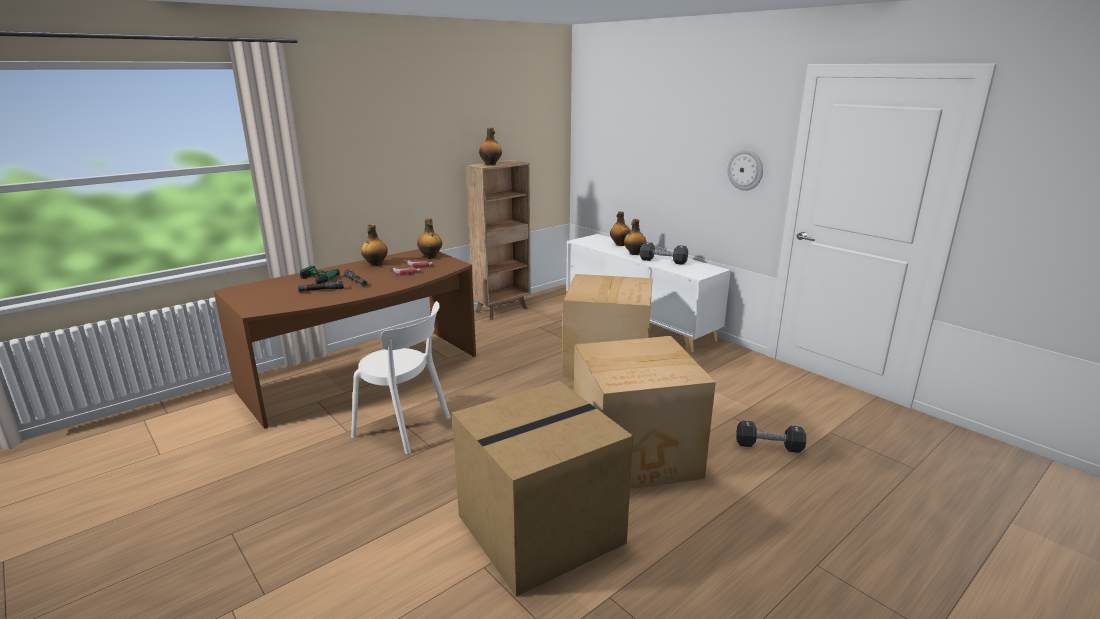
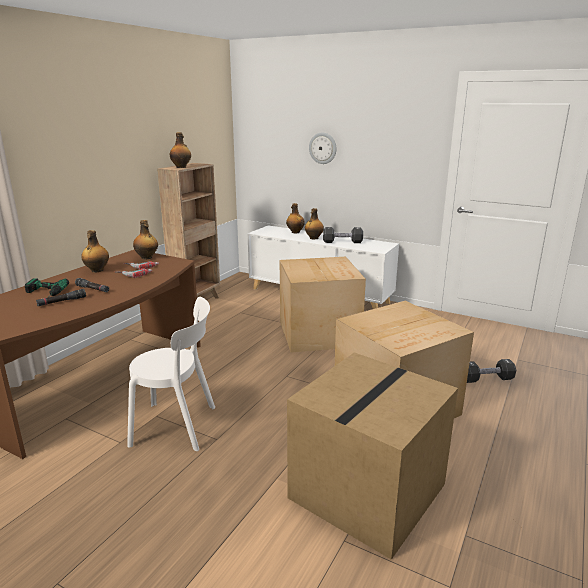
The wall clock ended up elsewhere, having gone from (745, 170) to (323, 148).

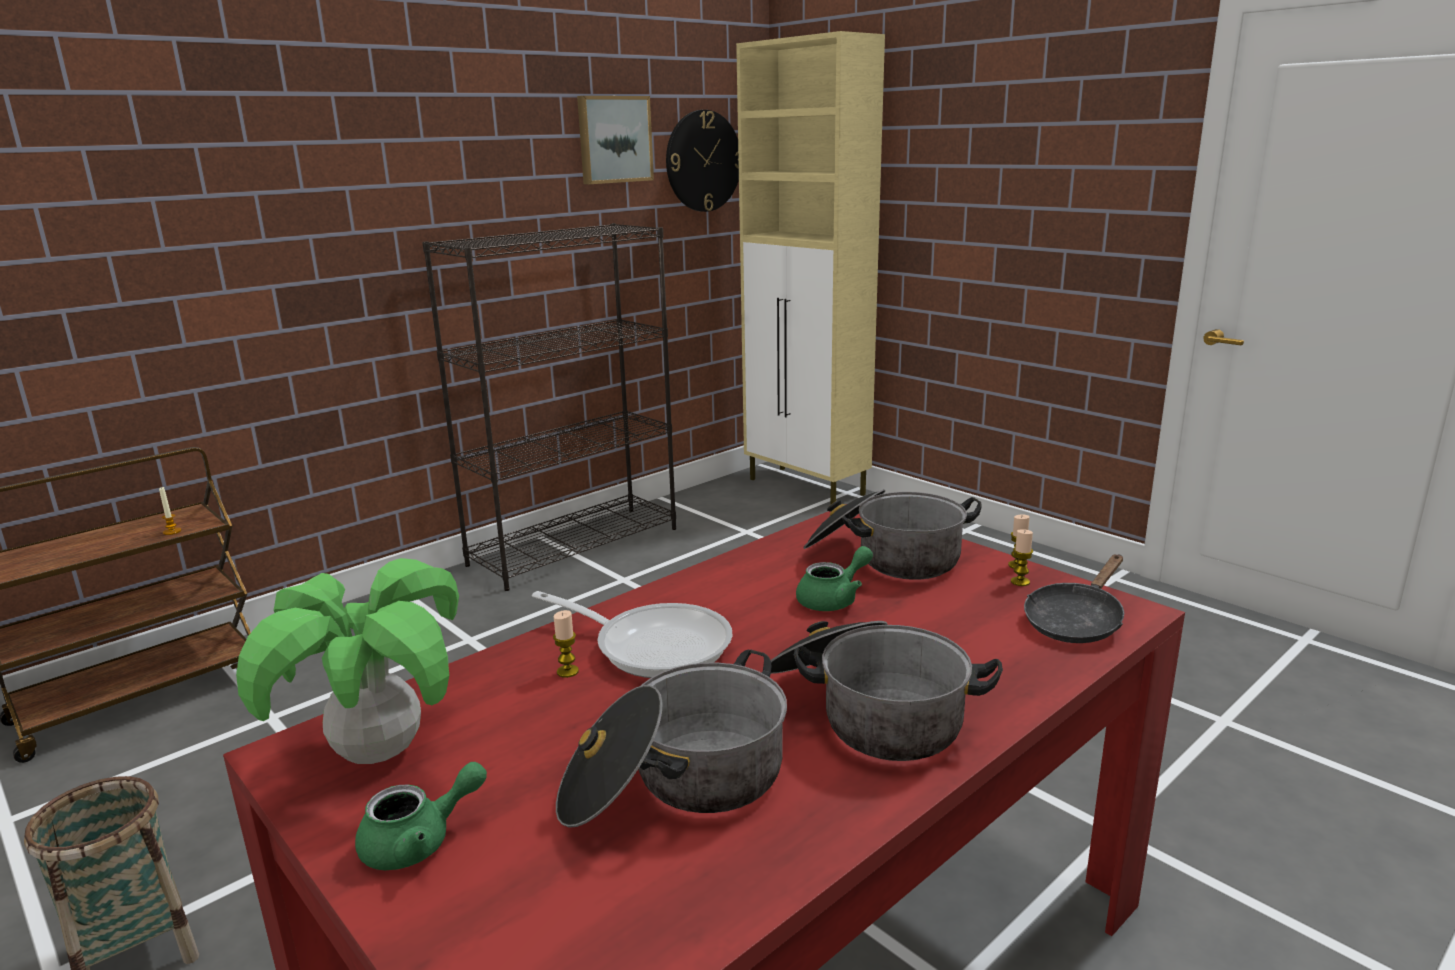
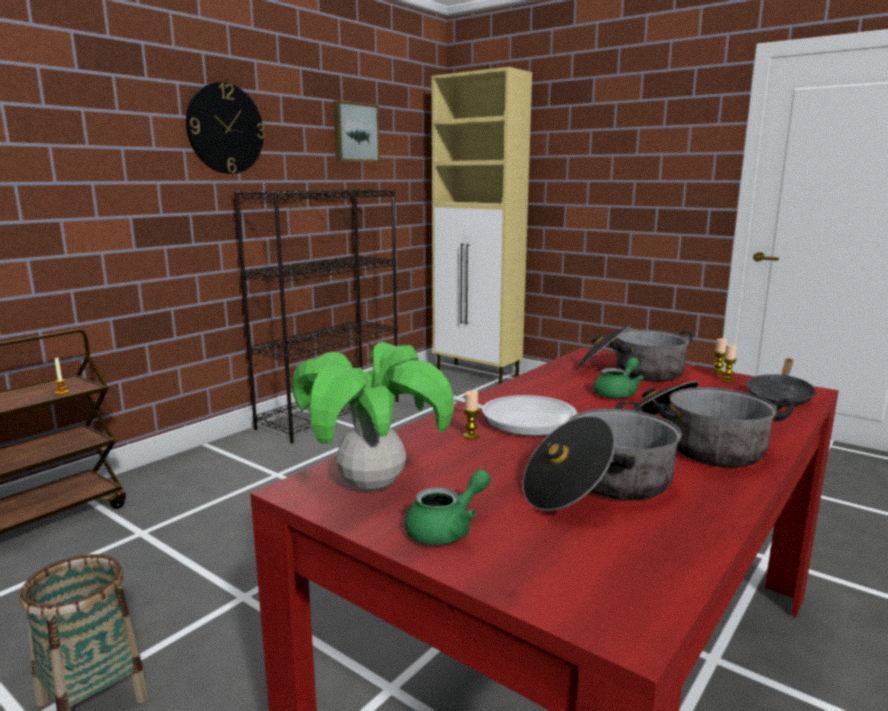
The wall clock ended up elsewhere, having gone from (703, 161) to (225, 129).

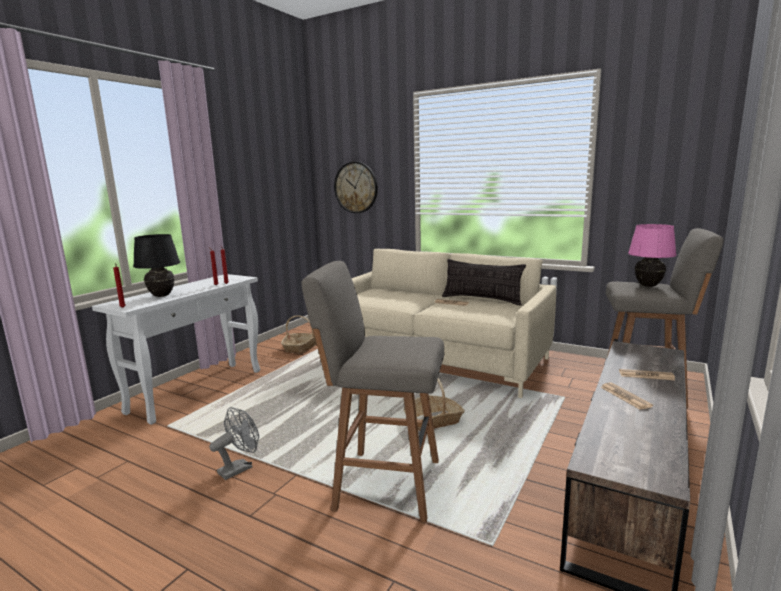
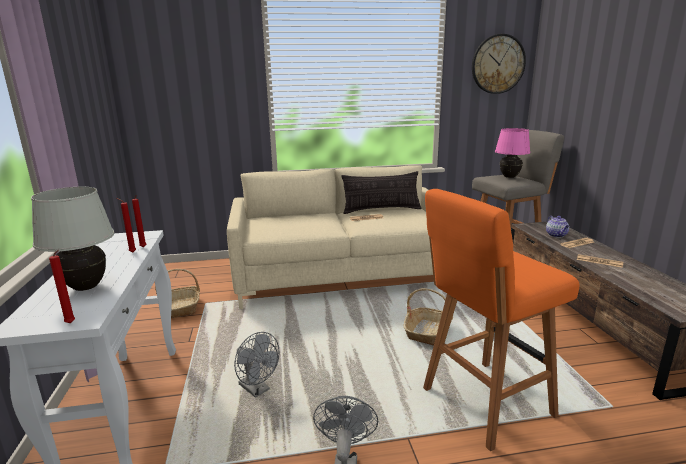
What was the black table lamp at (162, 296) turned into the white table lamp at (86, 287).
What was the grey stool at (384, 483) turned into the orange stool at (483, 403).
The wall clock ended up elsewhere, having gone from (356, 187) to (498, 64).
The second view gained the grey fan at (257, 389).
The second view gained the teapot at (556, 235).

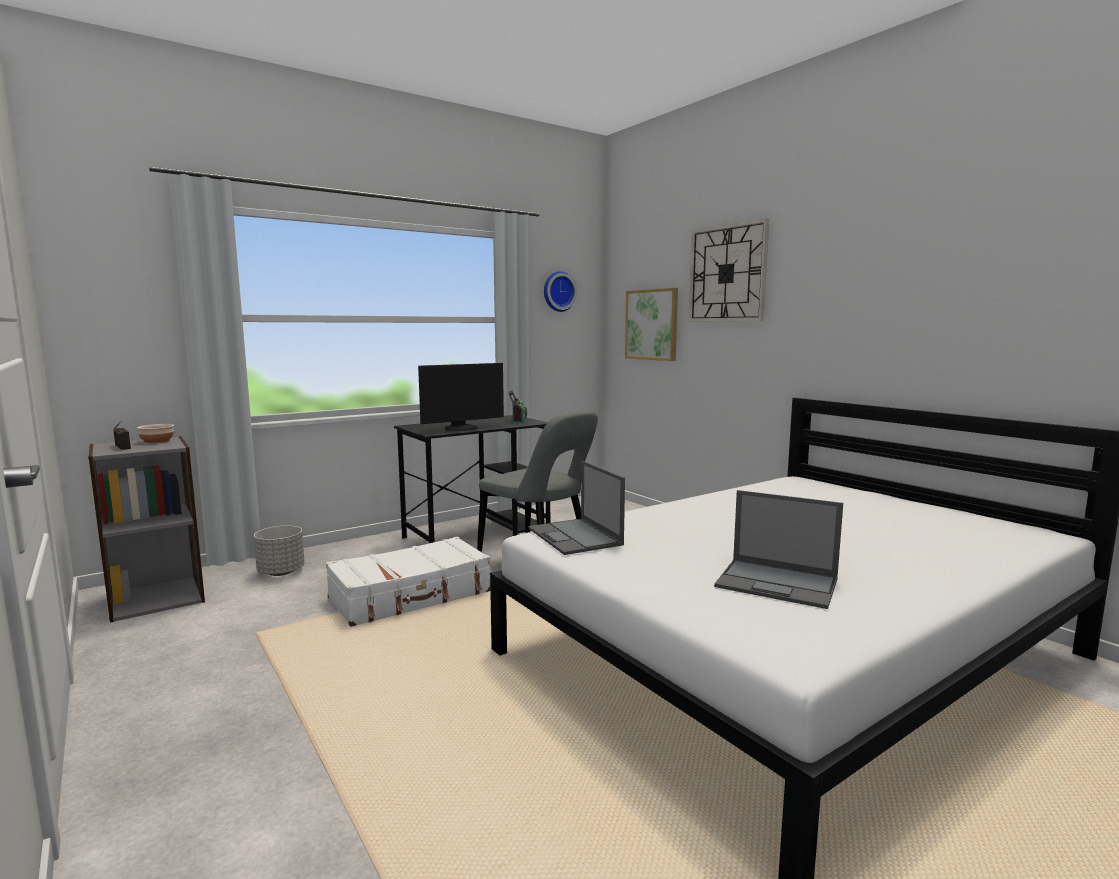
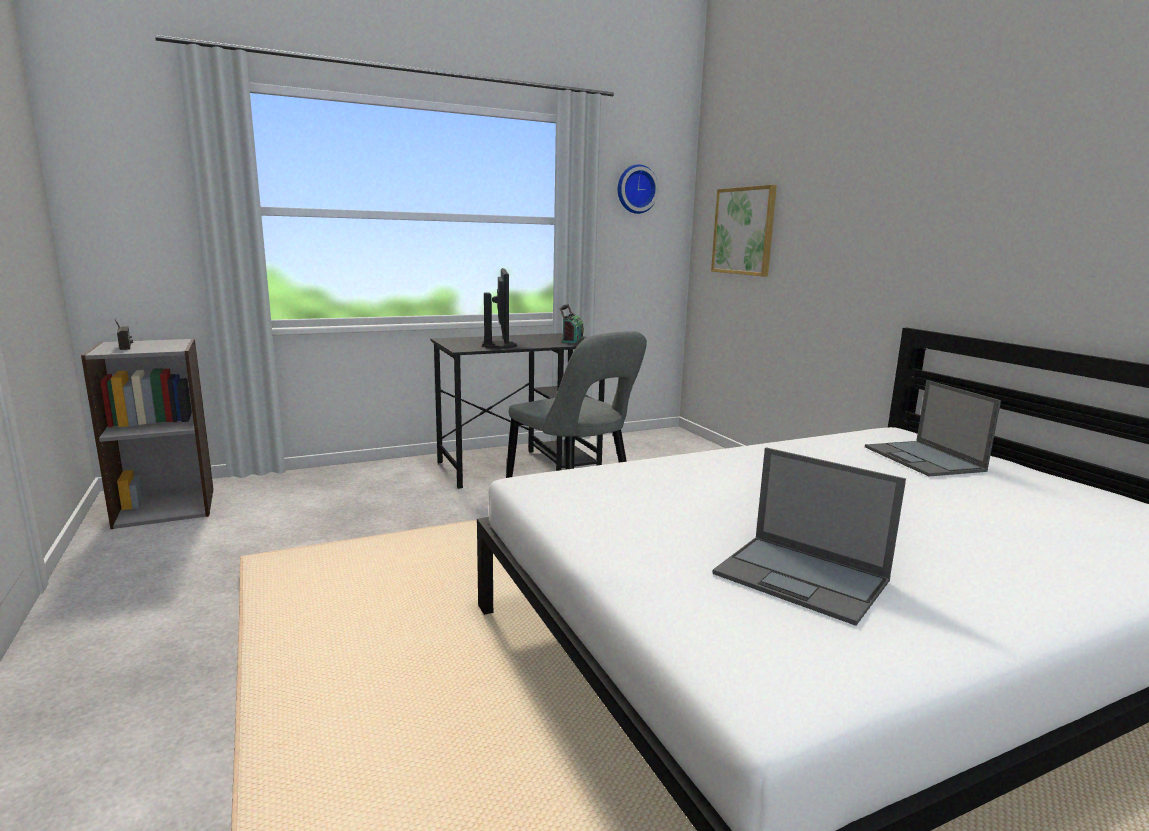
The second view lost the bowl at (156, 441).
The second view lost the grey planter at (281, 572).
The second view lost the white suitcase at (411, 595).
The monitor at (462, 428) ended up facing another way, 75 degrees counterclockwise from before.
The laptop ended up elsewhere, having gone from (575, 537) to (924, 459).
The second view lost the wall clock at (727, 273).

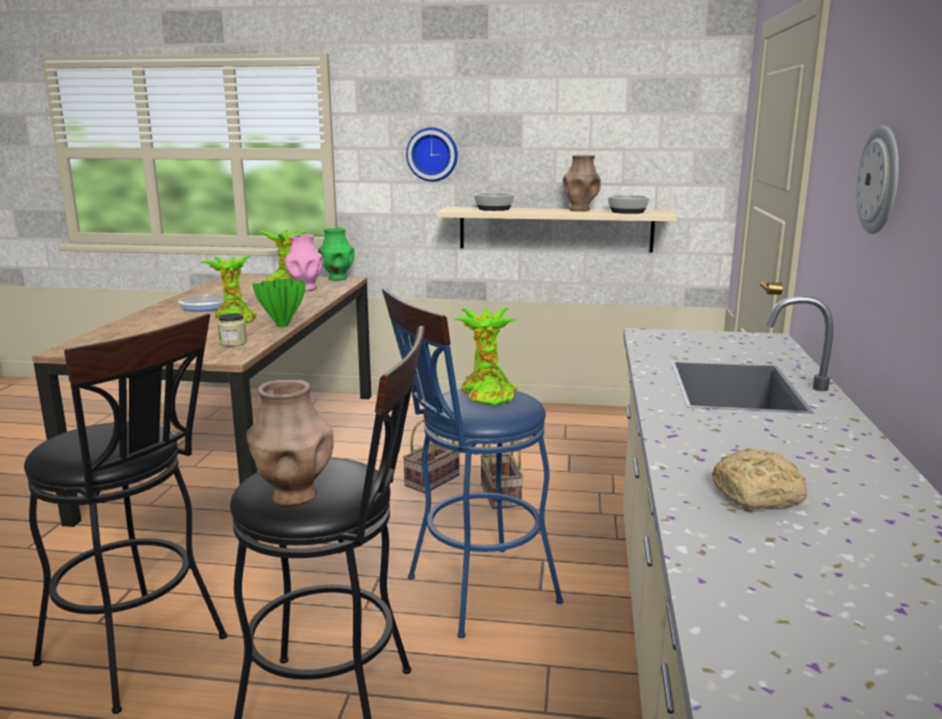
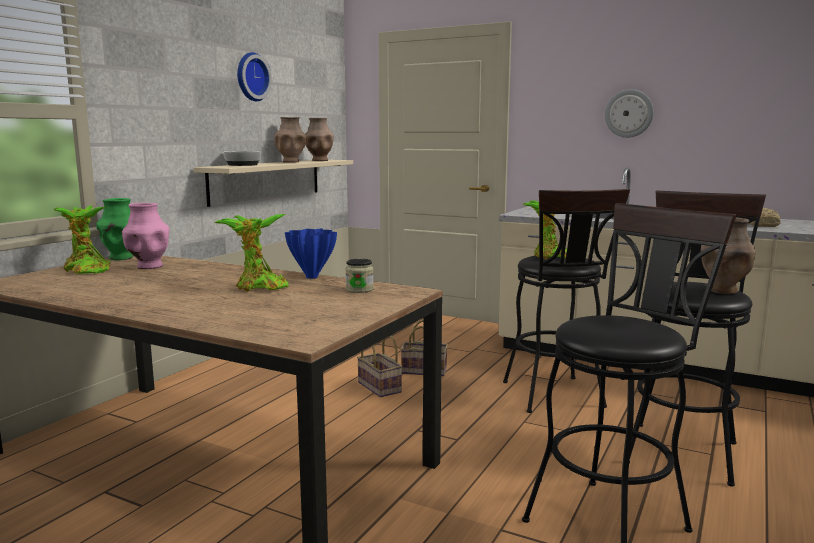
The second view lost the frying pan at (208, 307).
What was the green vase at (283, 325) turned into the blue vase at (312, 277).
What was the blue stool at (471, 593) turned into the black stool at (556, 397).
The wall clock ended up elsewhere, having gone from (432, 154) to (250, 77).
Where the bowl stood at (628, 212), the brown vase came to stand at (319, 160).

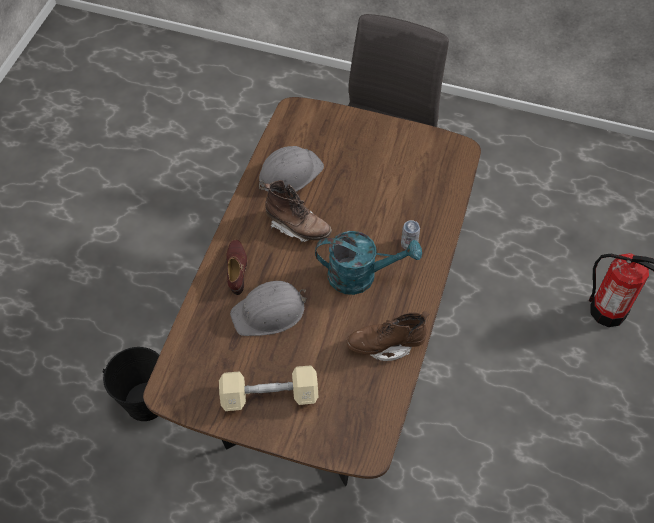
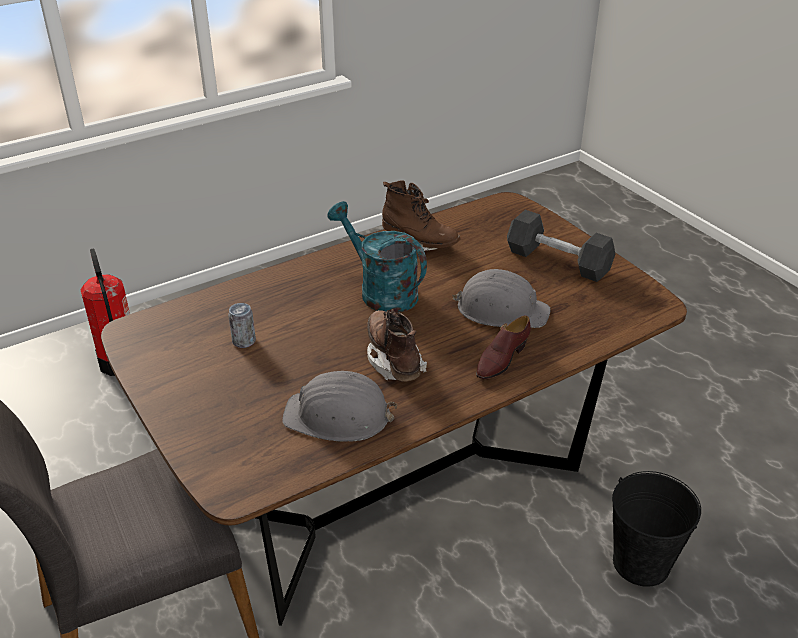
What was the beige dumbbell at (269, 395) turned into the black dumbbell at (558, 261).
The can ended up elsewhere, having gone from (409, 243) to (244, 341).

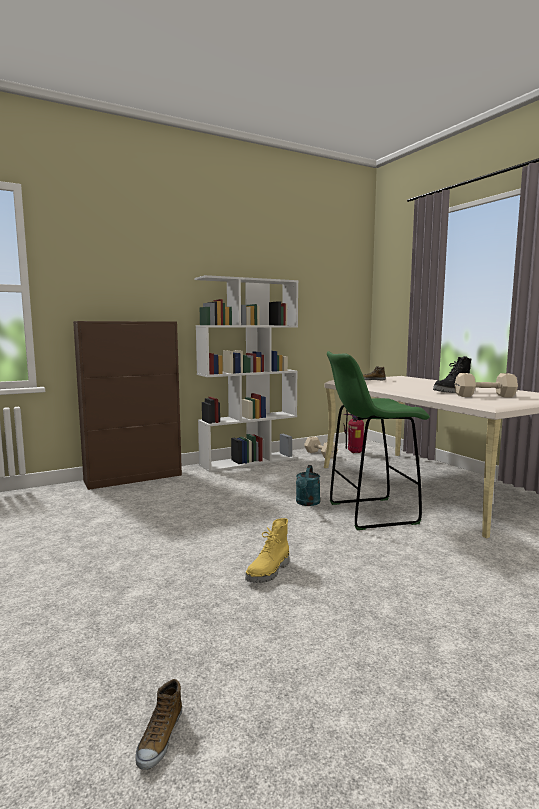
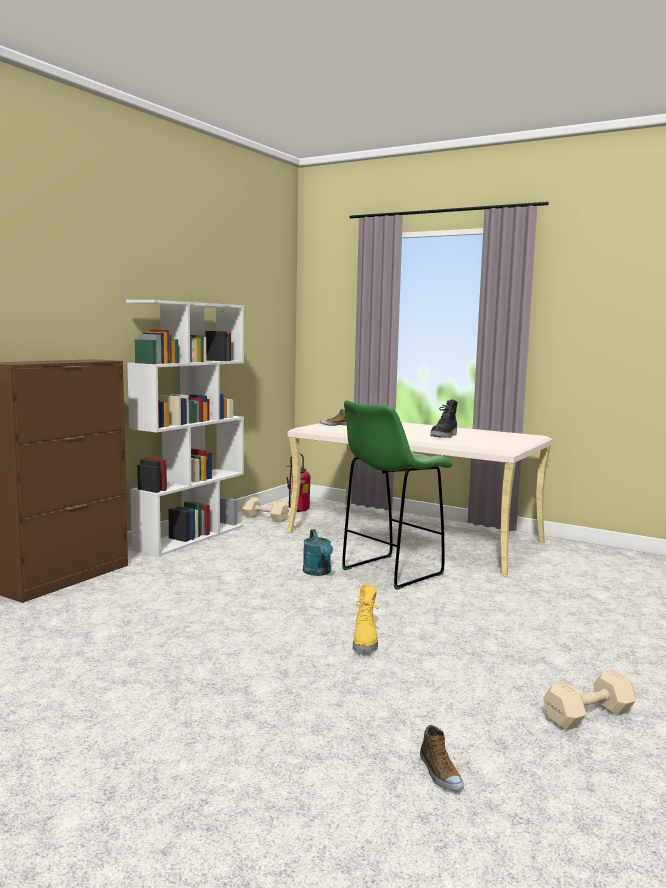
The beige dumbbell ended up elsewhere, having gone from (486, 396) to (590, 716).

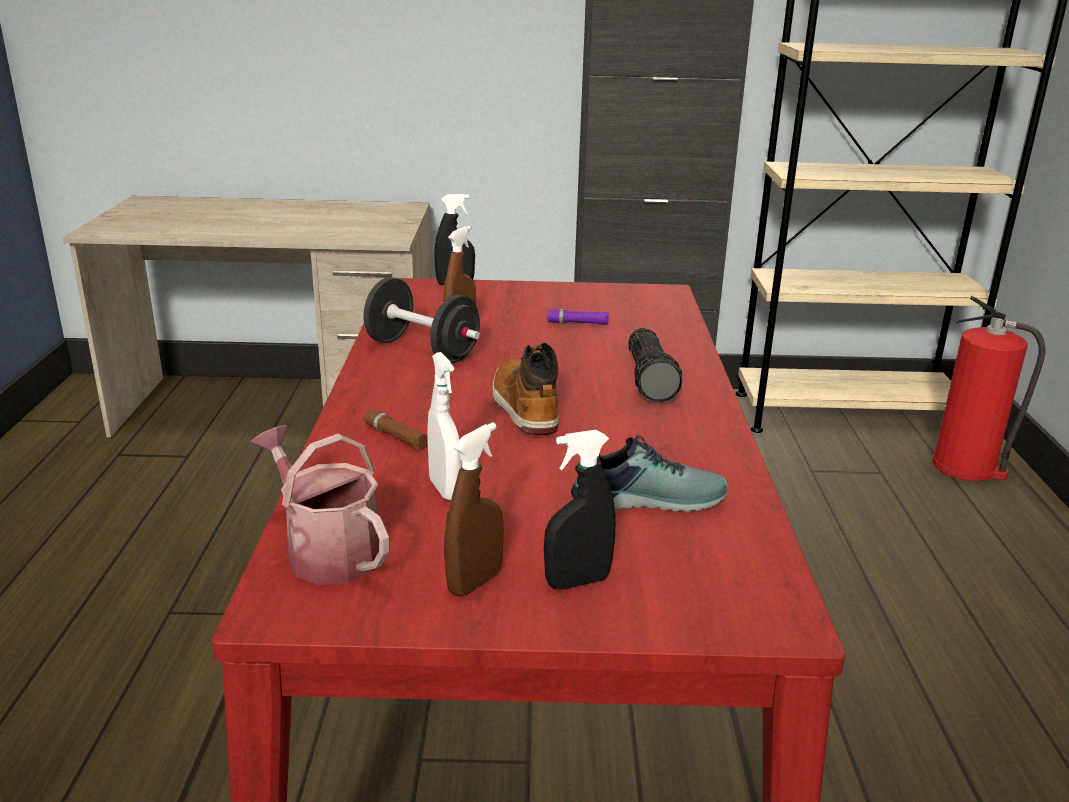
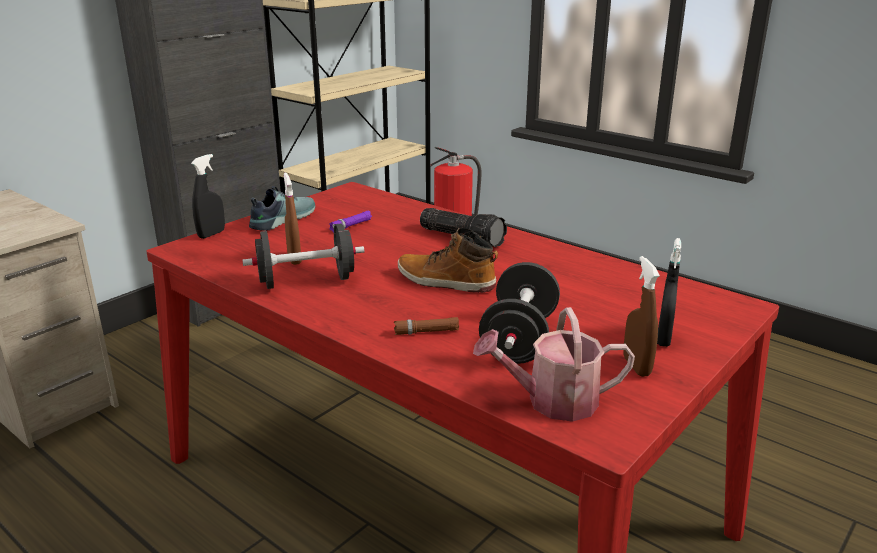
Where the white spray bottle stood at (445, 489), the black dumbbell came to stand at (519, 339).
The shoe ended up elsewhere, having gone from (647, 498) to (281, 219).

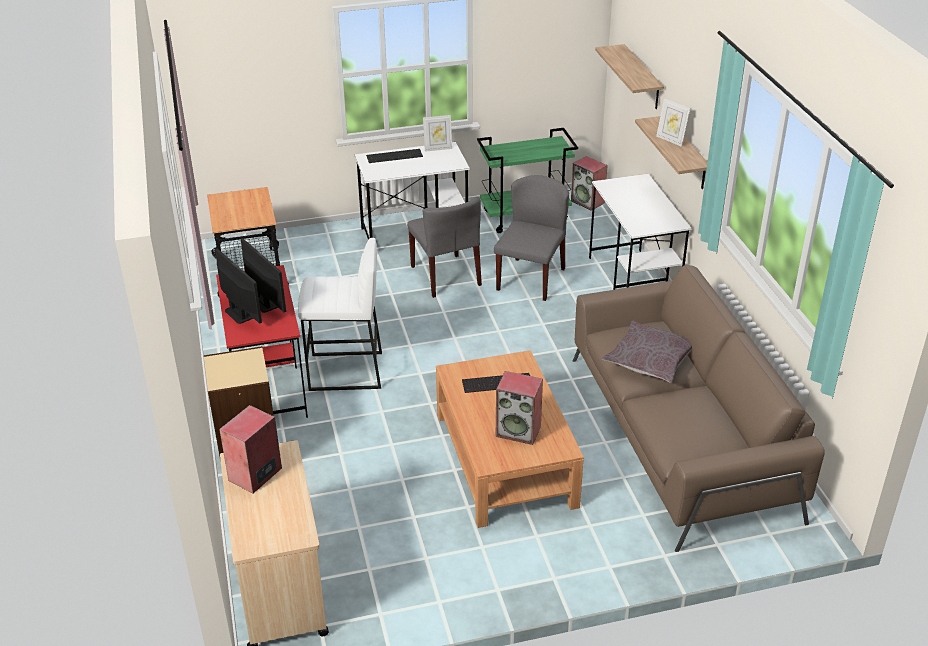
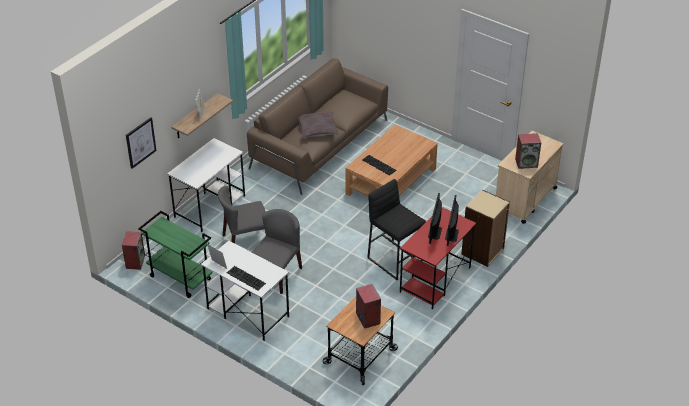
What was the white stool at (345, 372) turned into the black stool at (395, 260).
The speaker ended up elsewhere, having gone from (519, 431) to (367, 318).
Where the shelf hung at (642, 78), the picture came to hang at (140, 142).

